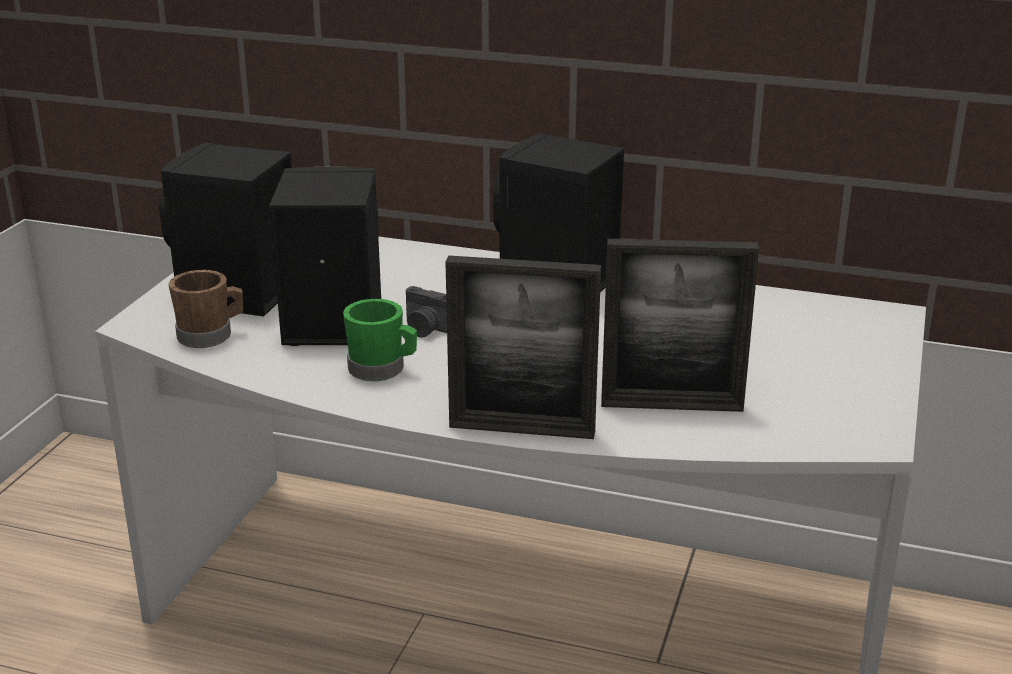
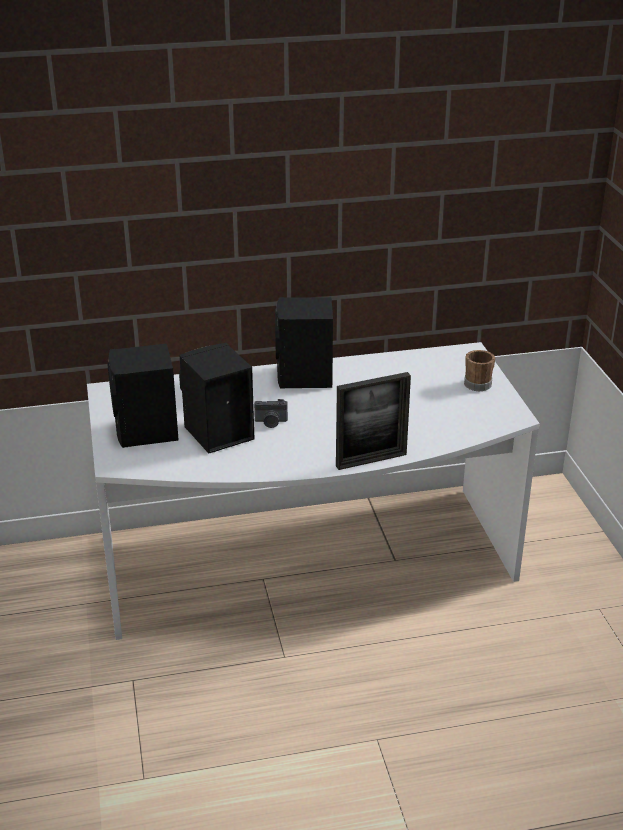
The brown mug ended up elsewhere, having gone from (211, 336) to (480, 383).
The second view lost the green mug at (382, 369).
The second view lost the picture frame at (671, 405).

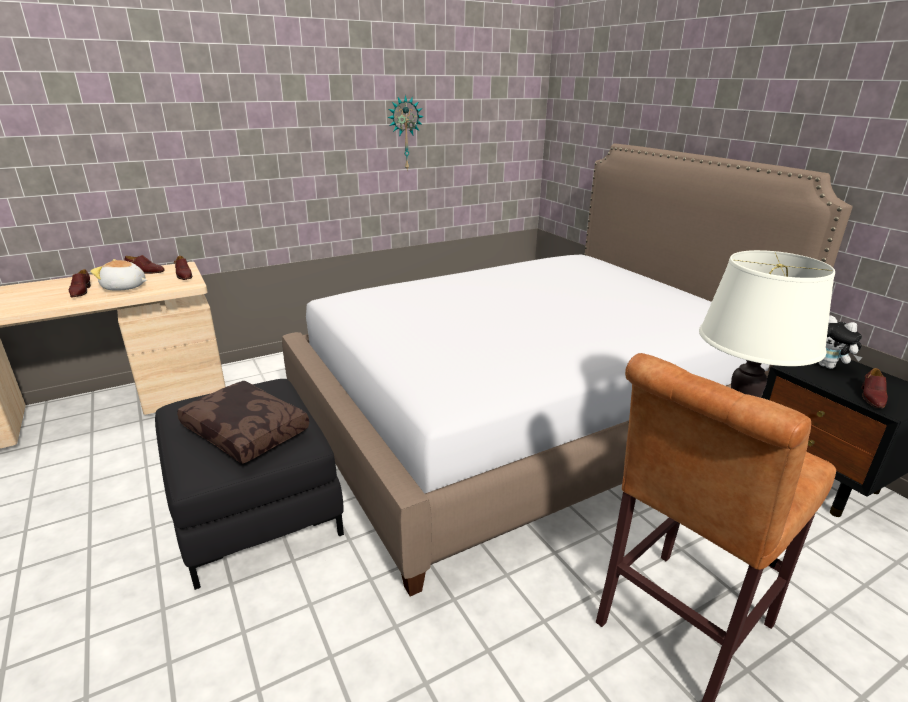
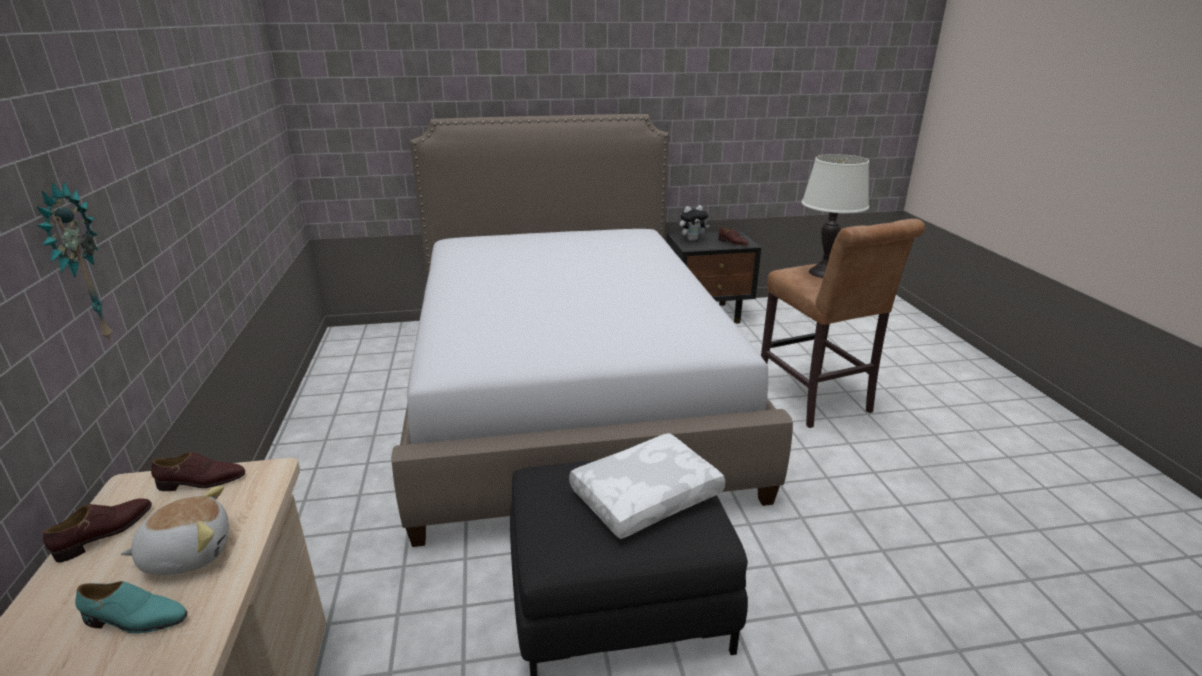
What was the brown shoe at (80, 291) turned into the turquoise shoe at (136, 620).
The plush toy at (124, 287) ended up facing another way, 135 degrees counterclockwise from before.
What was the brown pillow at (247, 431) turned into the white pillow at (645, 494).
The wall clock ended up elsewhere, having gone from (405, 133) to (74, 266).

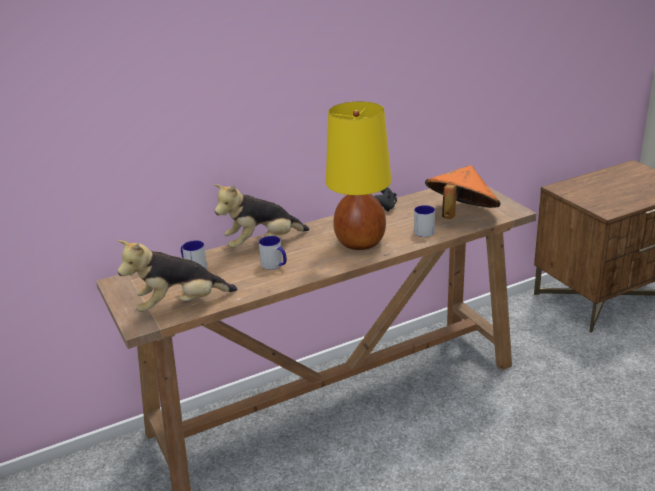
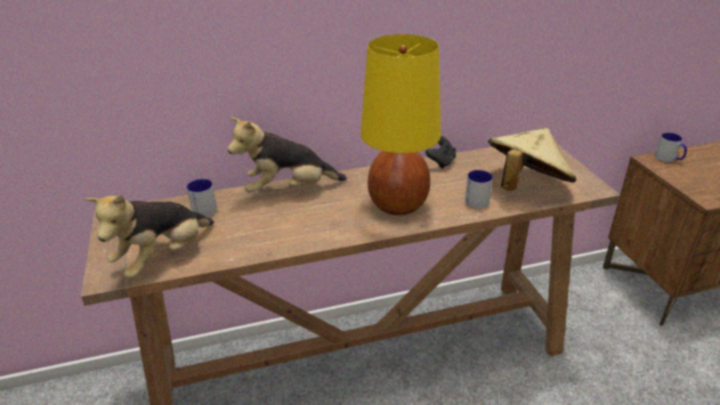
The plush toy at (180, 305) ended up facing another way, 45 degrees counterclockwise from before.
The mug ended up elsewhere, having gone from (275, 265) to (668, 159).
What was the orange hat at (460, 216) turned into the beige hat at (525, 186).

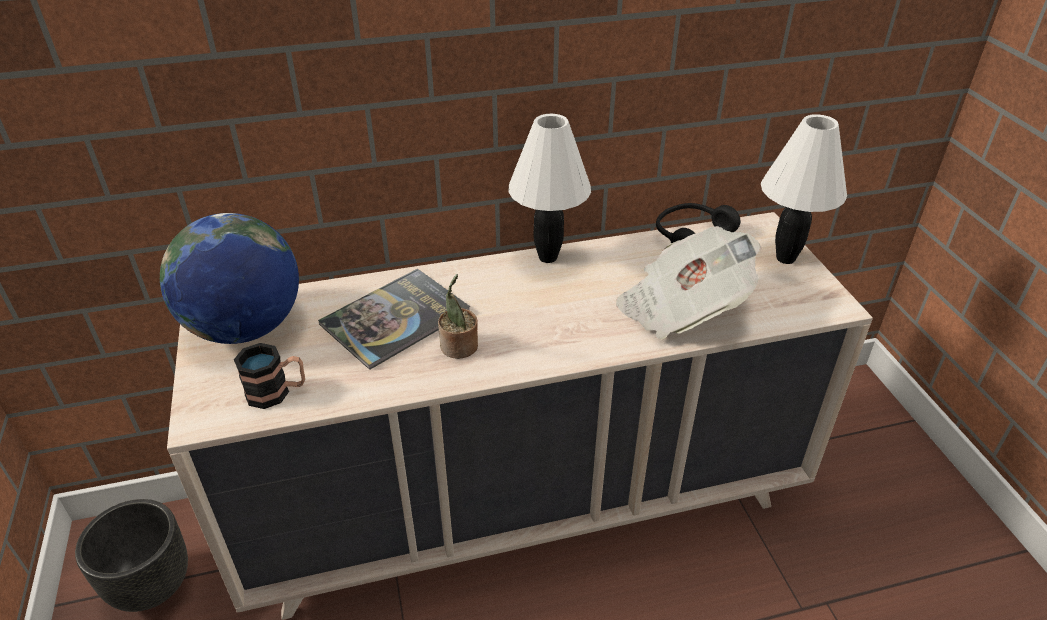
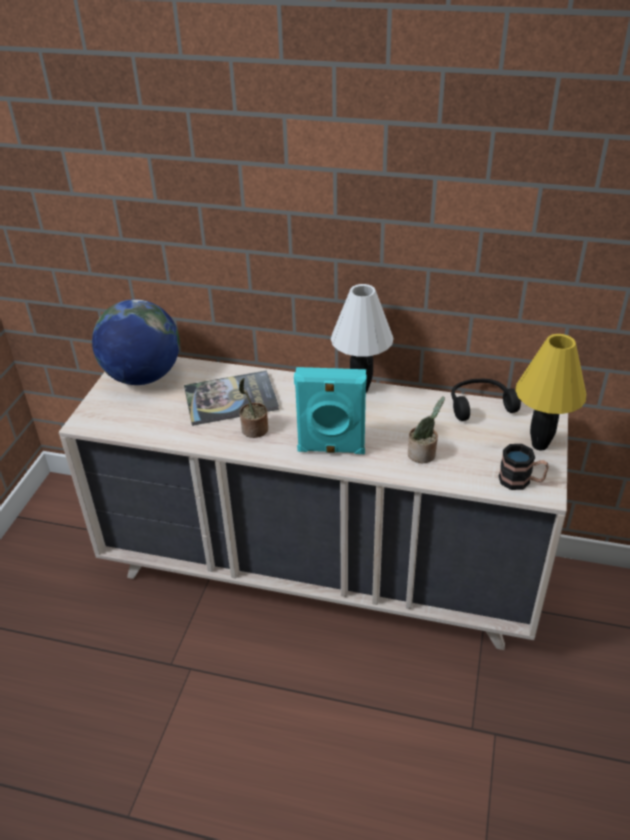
The second view lost the black planter at (151, 586).
The mug ended up elsewhere, having gone from (277, 392) to (521, 481).
Where the newspaper stood at (682, 308), the potted plant came to stand at (423, 454).
What was the white table lamp at (784, 258) turned into the yellow table lamp at (539, 444).
The second view gained the turquoise speaker at (331, 449).

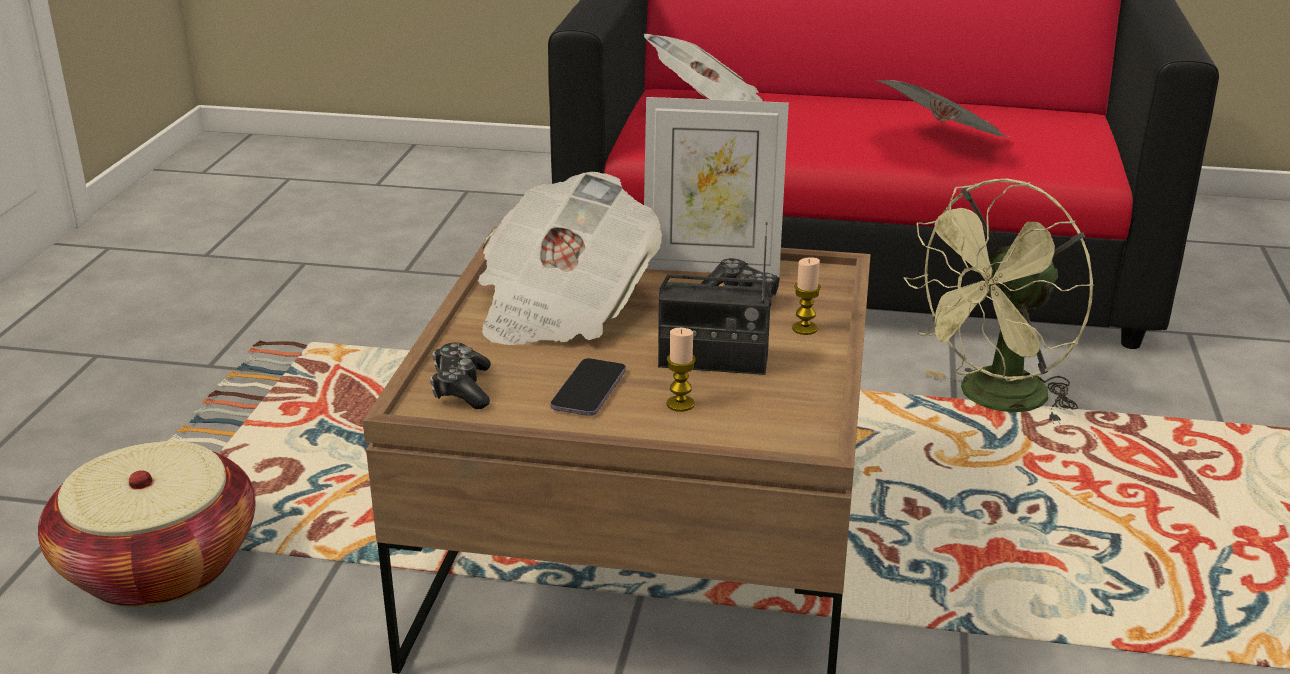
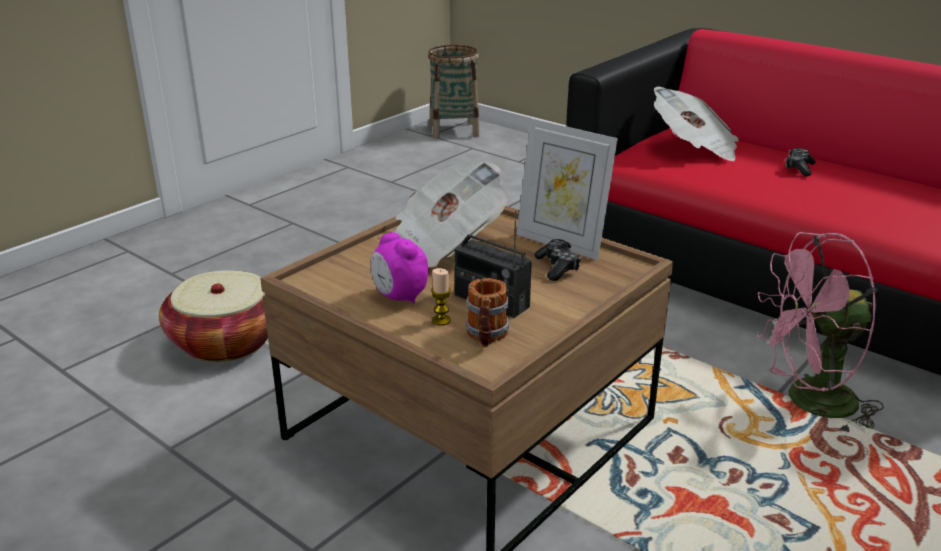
The game controller ended up elsewhere, having gone from (461, 388) to (799, 168).
Where the phone stood at (589, 390), the alarm clock came to stand at (399, 297).
The second view lost the candle at (804, 329).
The second view lost the newspaper at (944, 145).
What was the green fan at (993, 401) turned into the pink fan at (808, 403).
The second view gained the basket at (454, 131).
The second view gained the mug at (486, 337).

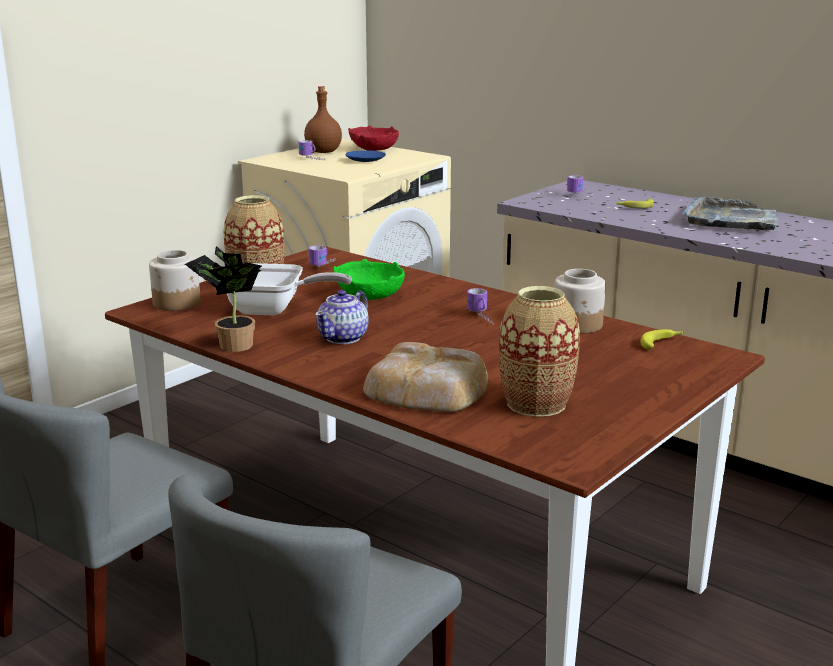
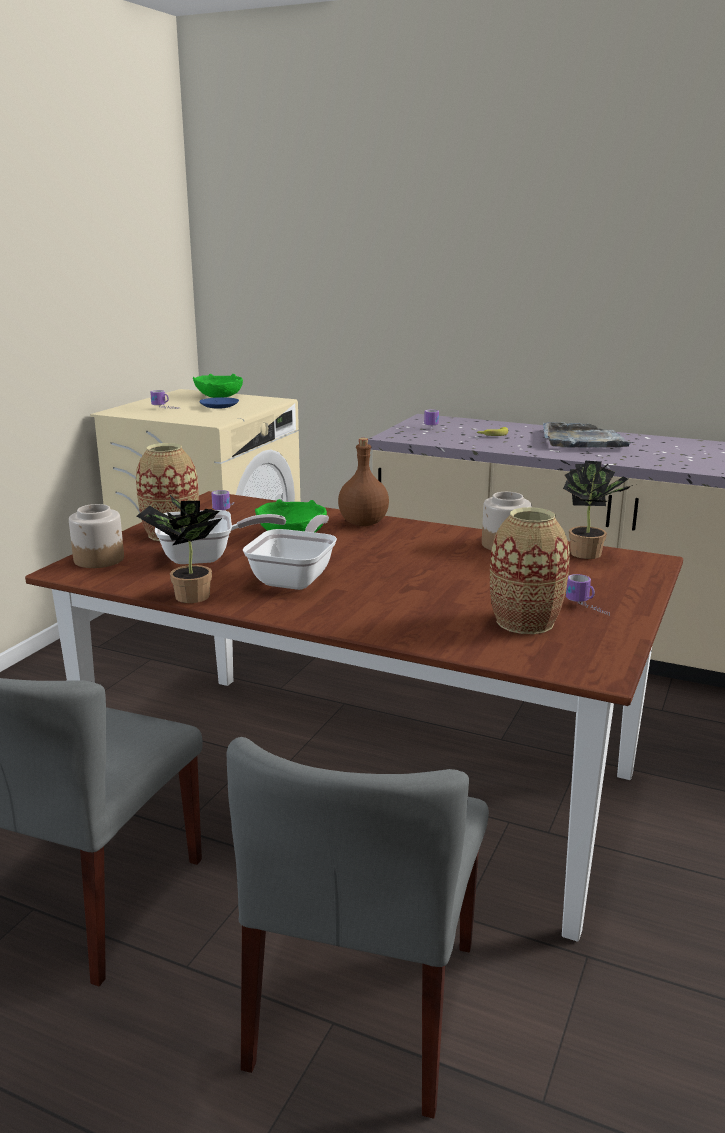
The brown bottle ended up elsewhere, having gone from (323, 152) to (363, 523).
Where the teapot stood at (344, 338), the frying pan came to stand at (296, 578).
What was the red bowl at (374, 149) turned into the green bowl at (219, 396).
The second view lost the bread at (428, 389).
The mug ended up elsewhere, having gone from (482, 318) to (587, 608).
Where the banana stood at (662, 343), the potted plant came to stand at (590, 554).

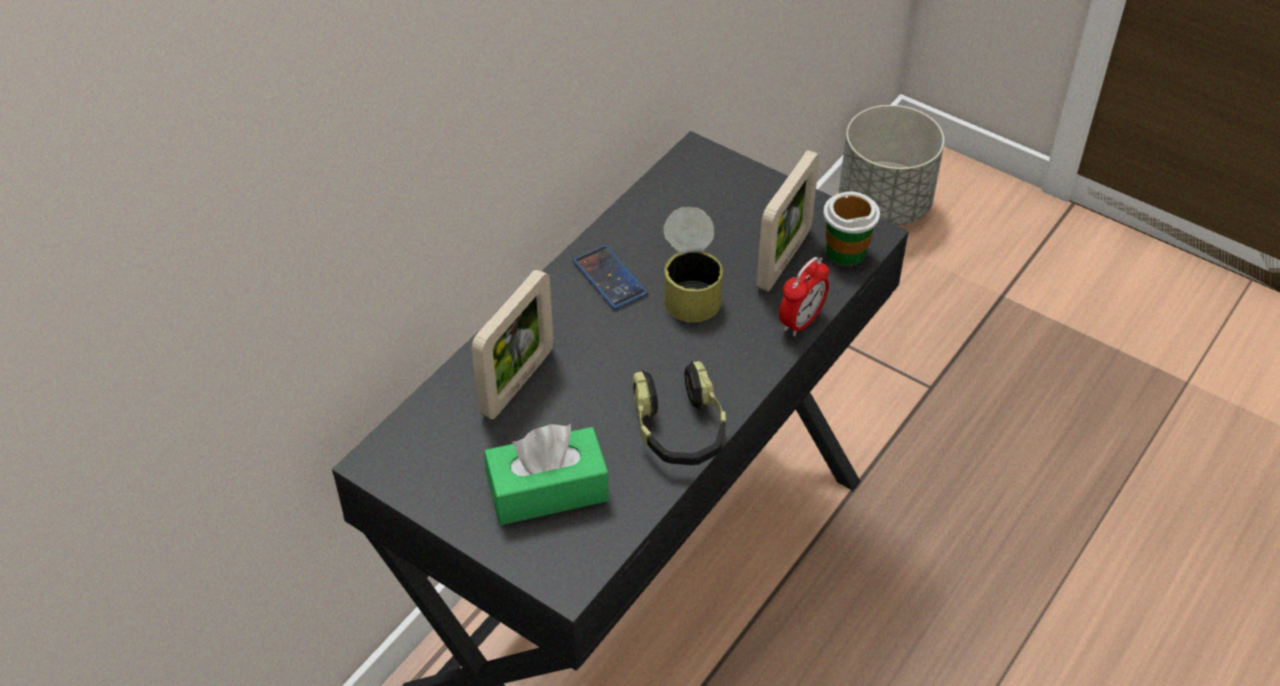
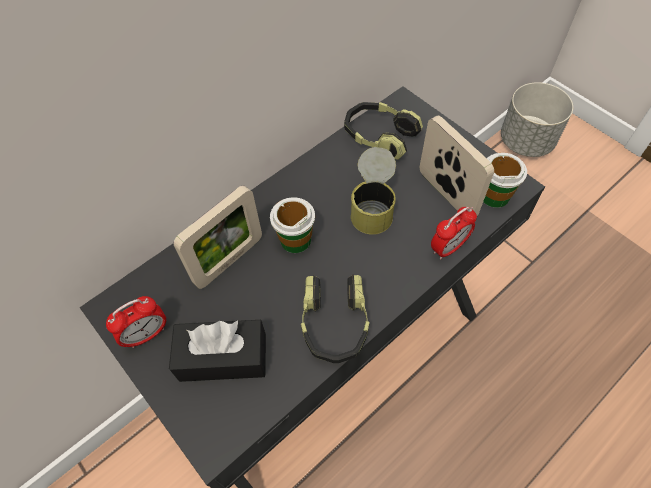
What was the green tissue box at (547, 490) turned into the black tissue box at (223, 357).
The second view lost the phone at (609, 278).
The picture frame at (784, 259) ended up facing another way, 75 degrees counterclockwise from before.
The second view gained the alarm clock at (147, 334).
The second view gained the cup at (295, 239).
The second view gained the headphones at (379, 137).

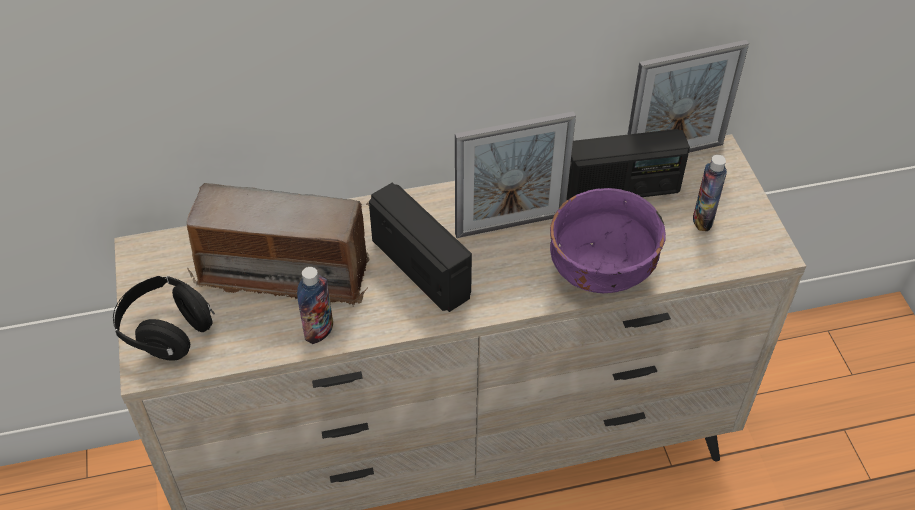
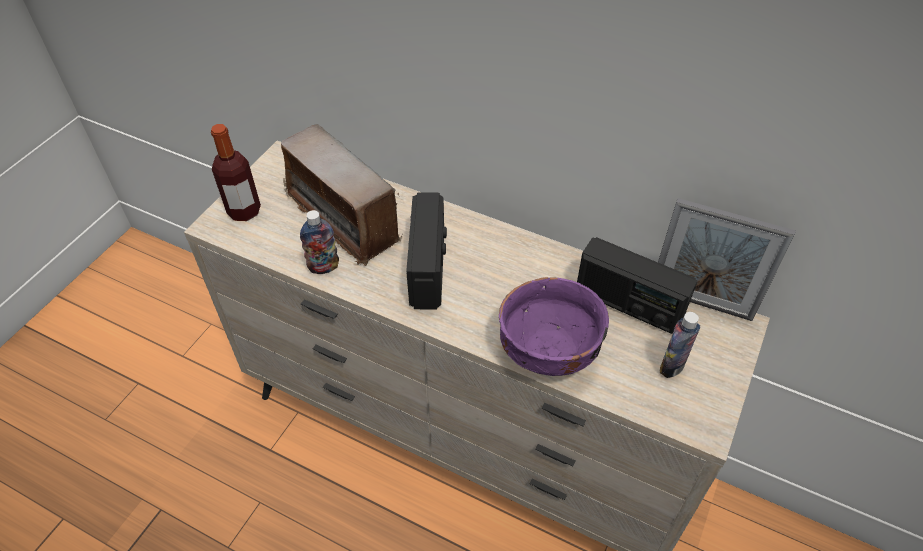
Where the black headphones stood at (167, 331), the bottle came to stand at (244, 211).
The second view lost the picture frame at (510, 225).

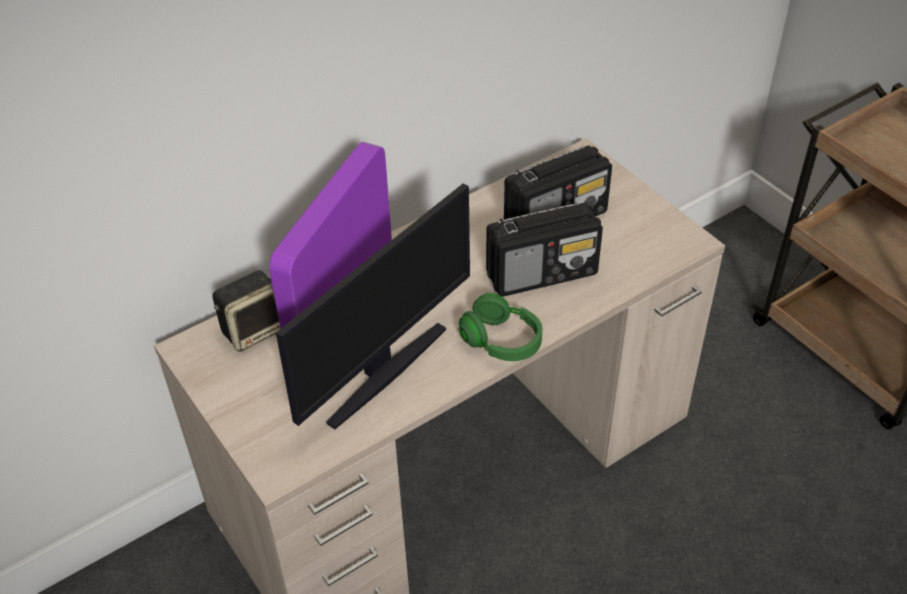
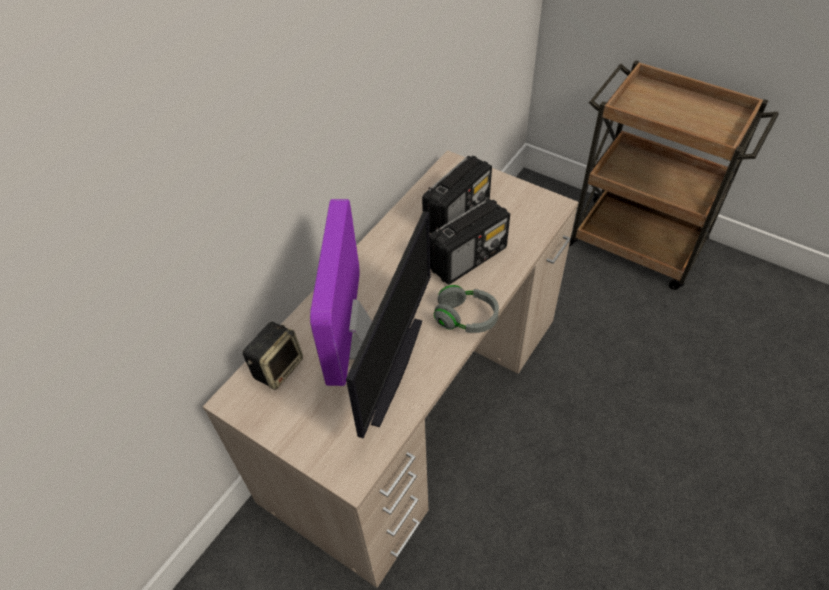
What was the green headphones at (501, 342) turned into the grey headphones at (466, 318).

